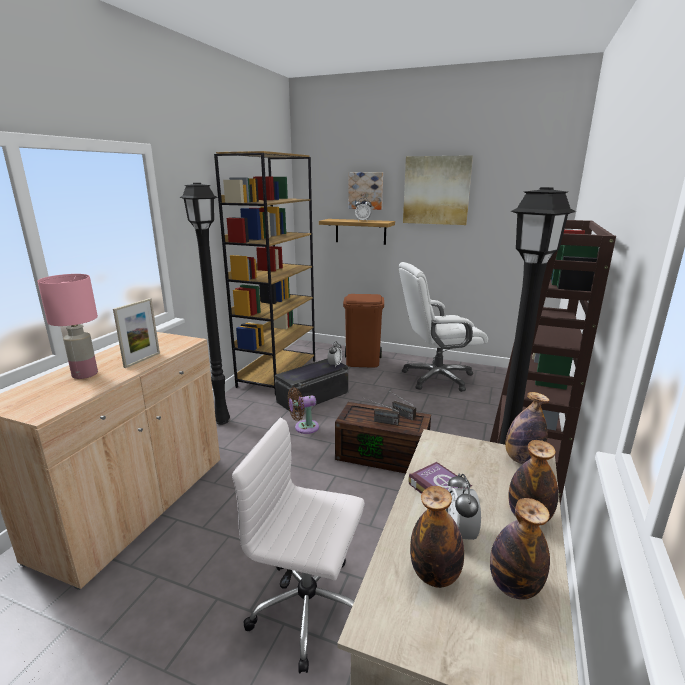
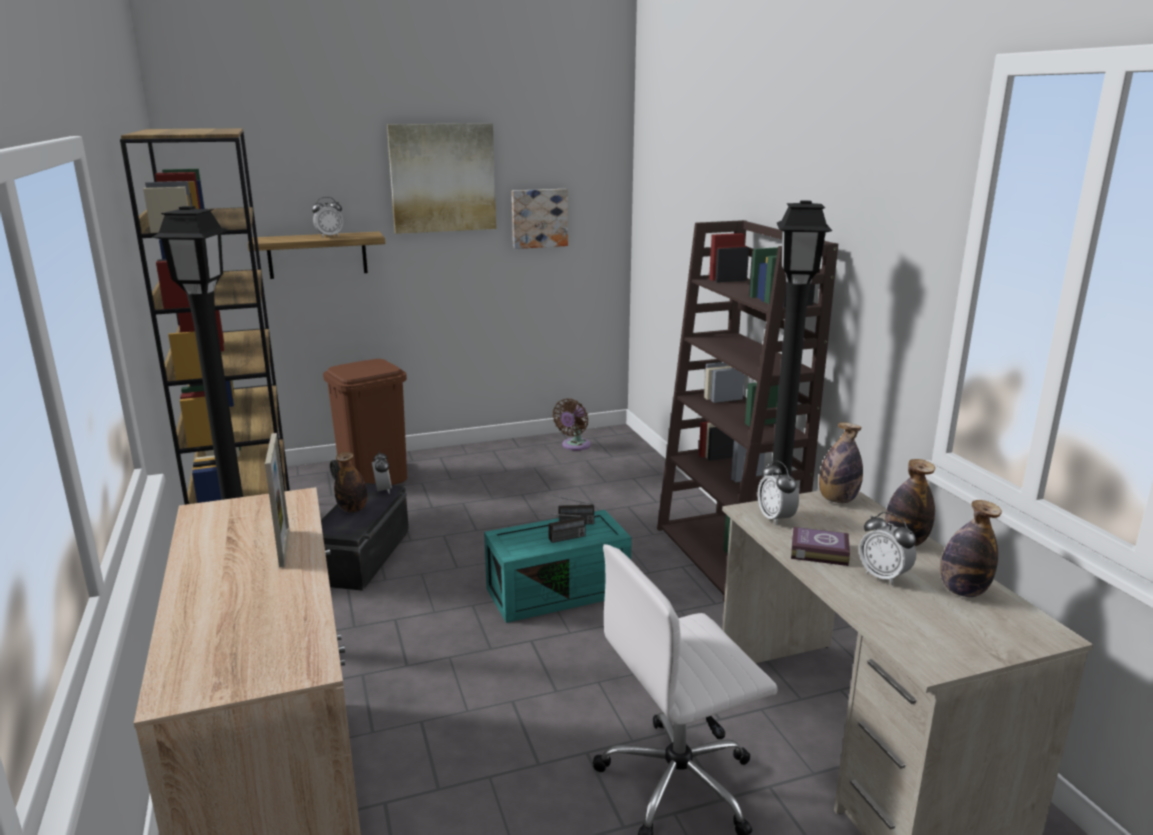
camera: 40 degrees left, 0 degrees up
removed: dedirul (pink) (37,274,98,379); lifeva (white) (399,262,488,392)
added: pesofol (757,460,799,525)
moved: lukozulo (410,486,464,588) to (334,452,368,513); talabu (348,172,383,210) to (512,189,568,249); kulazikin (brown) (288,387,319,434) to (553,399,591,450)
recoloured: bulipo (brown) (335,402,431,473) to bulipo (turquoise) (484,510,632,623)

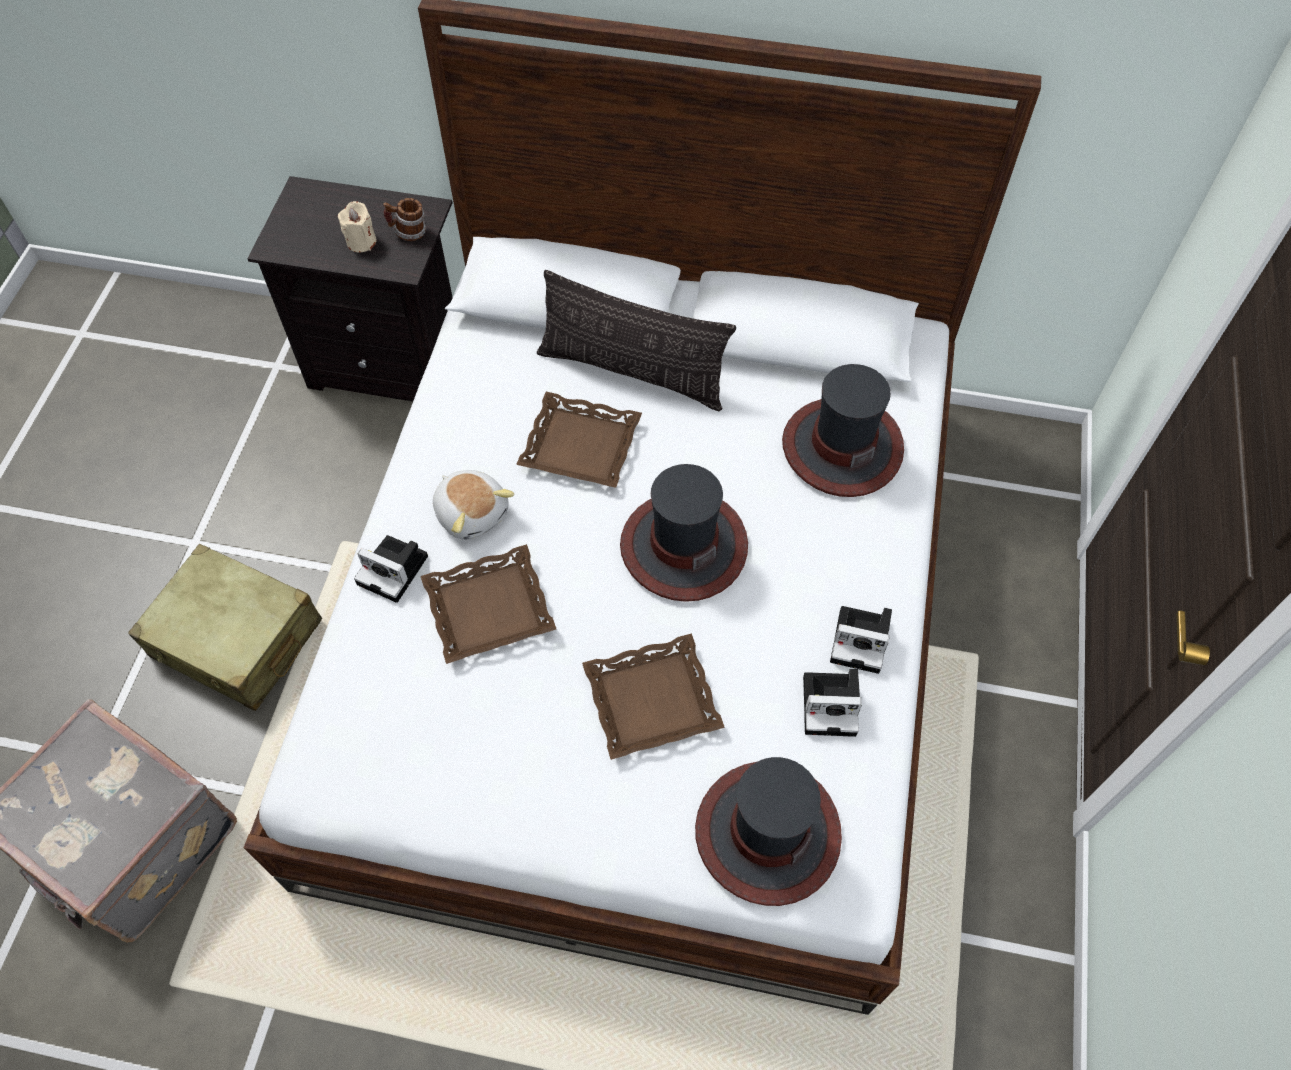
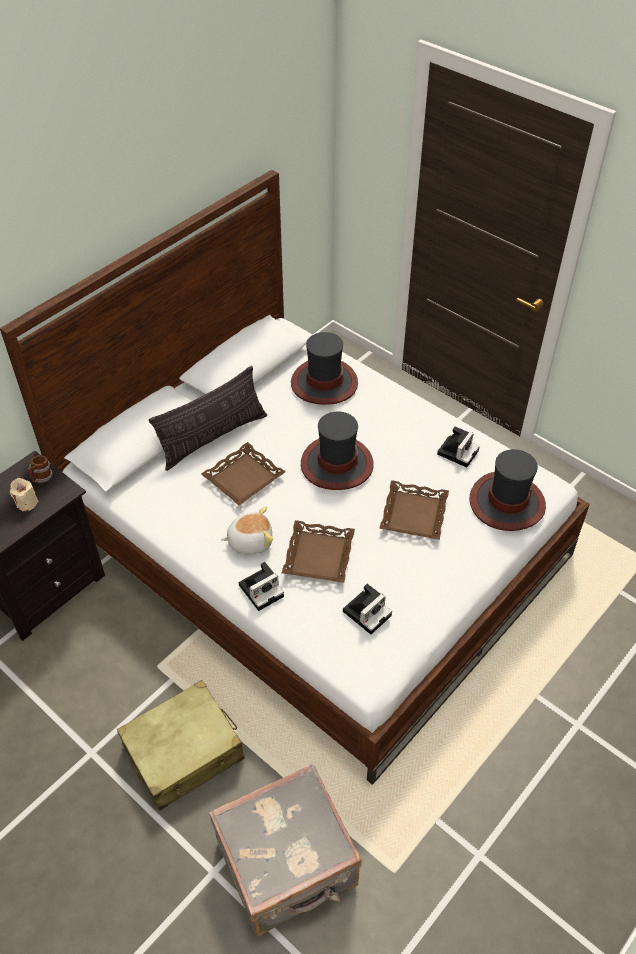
camera: 60 degrees left, 10 degrees down
moved: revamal (830,606,892,674) to (343,584,392,634)

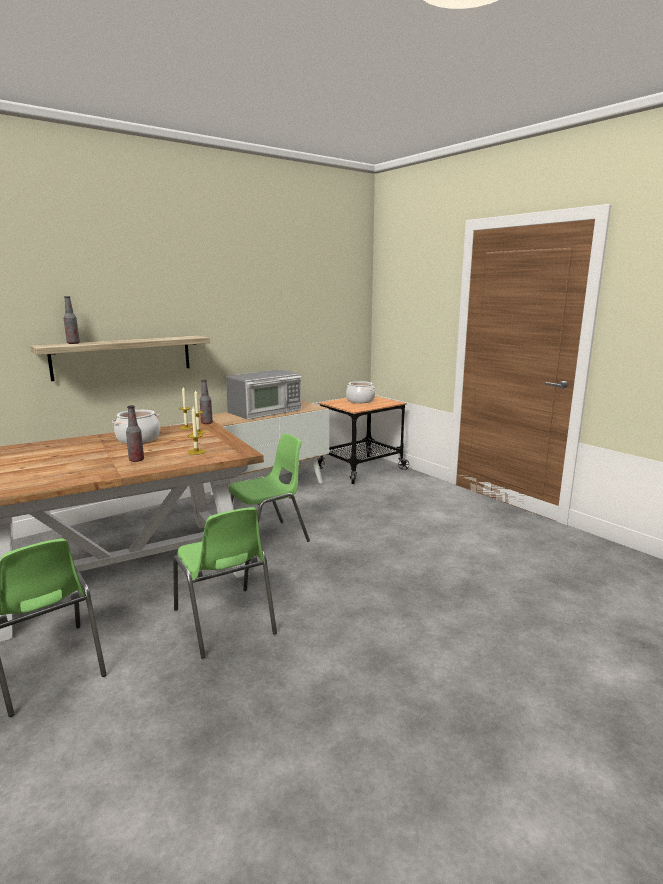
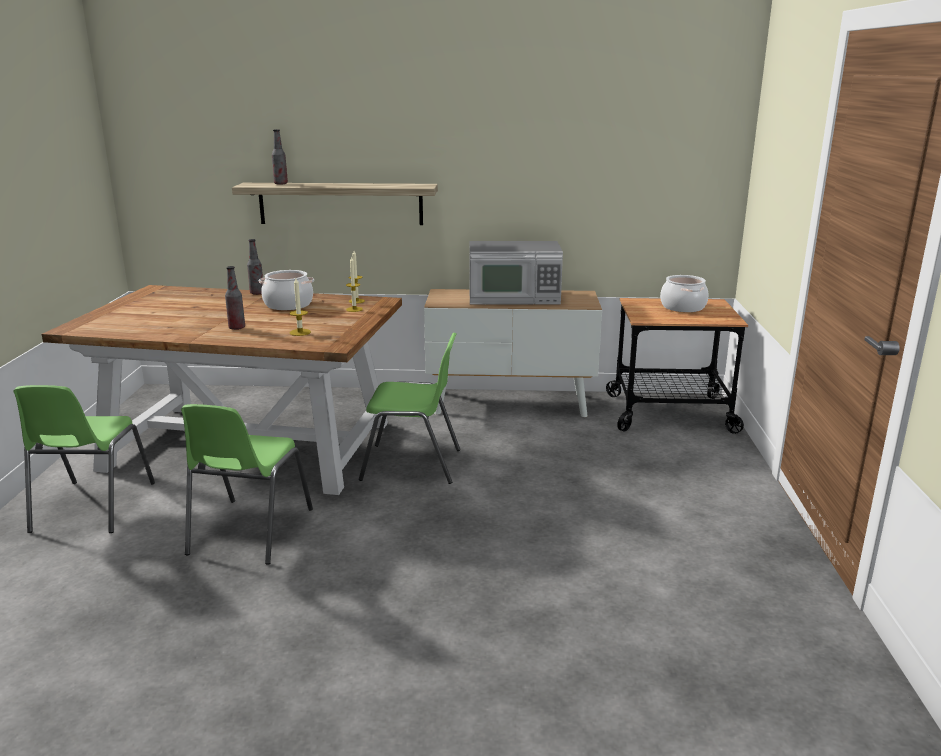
camera: 40 degrees right, 5 degrees up
moved: lukozulo (200,380,213,424) to (247,239,263,295)

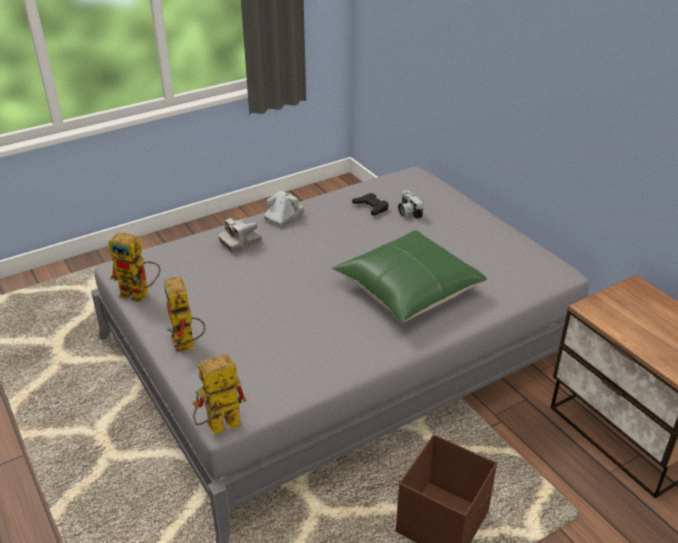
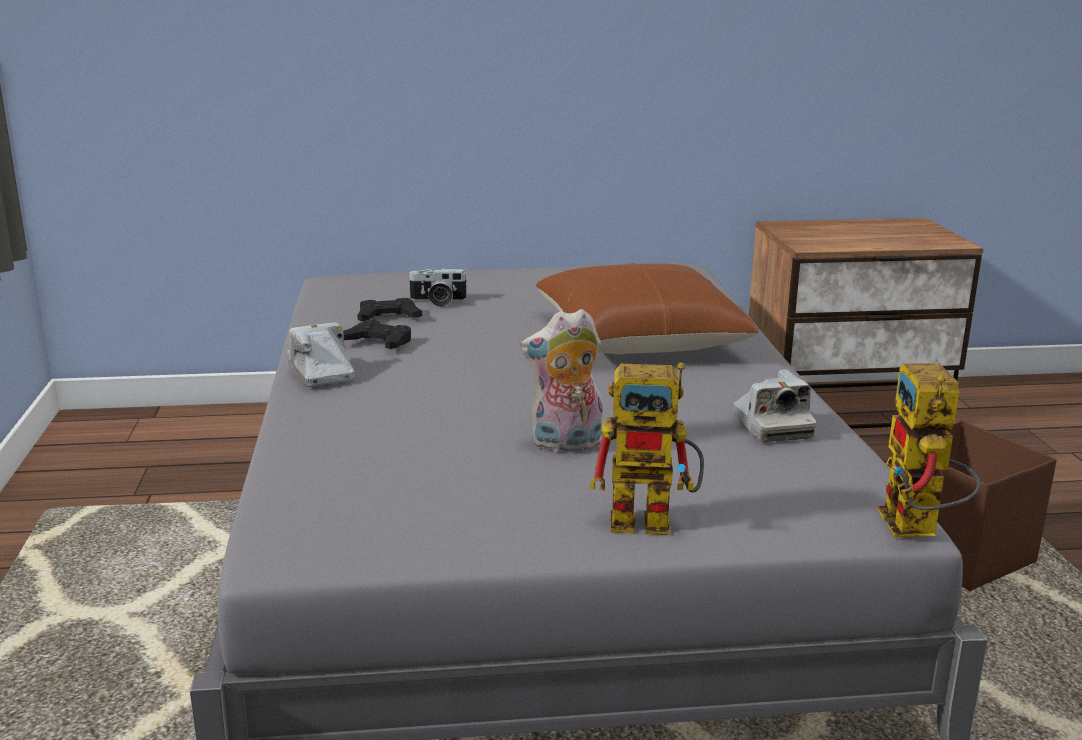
camera: 65 degrees left, 15 degrees down
removed: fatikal (108,232,161,302)
added: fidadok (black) (343,320,411,349); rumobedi (520,309,603,452)
moved: revamal (218,218,262,252) to (733,369,816,442)
recoloured: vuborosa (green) (332,230,487,323) to vuborosa (brown) (536,263,759,355)

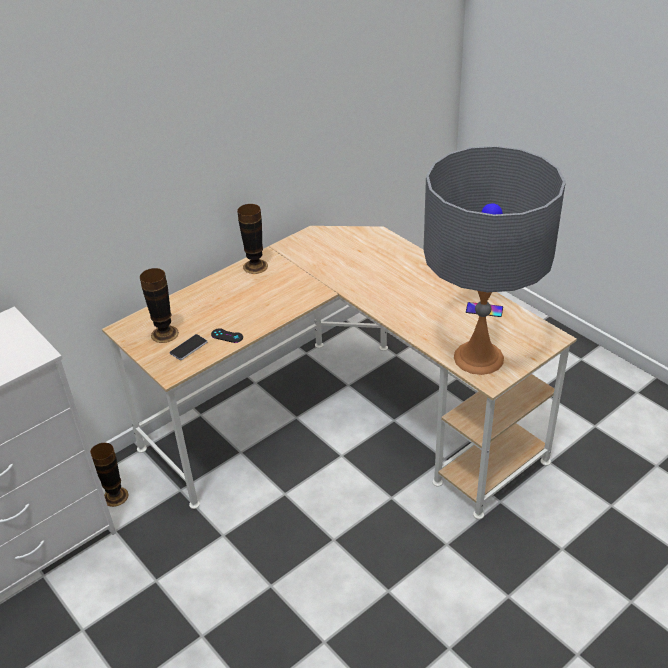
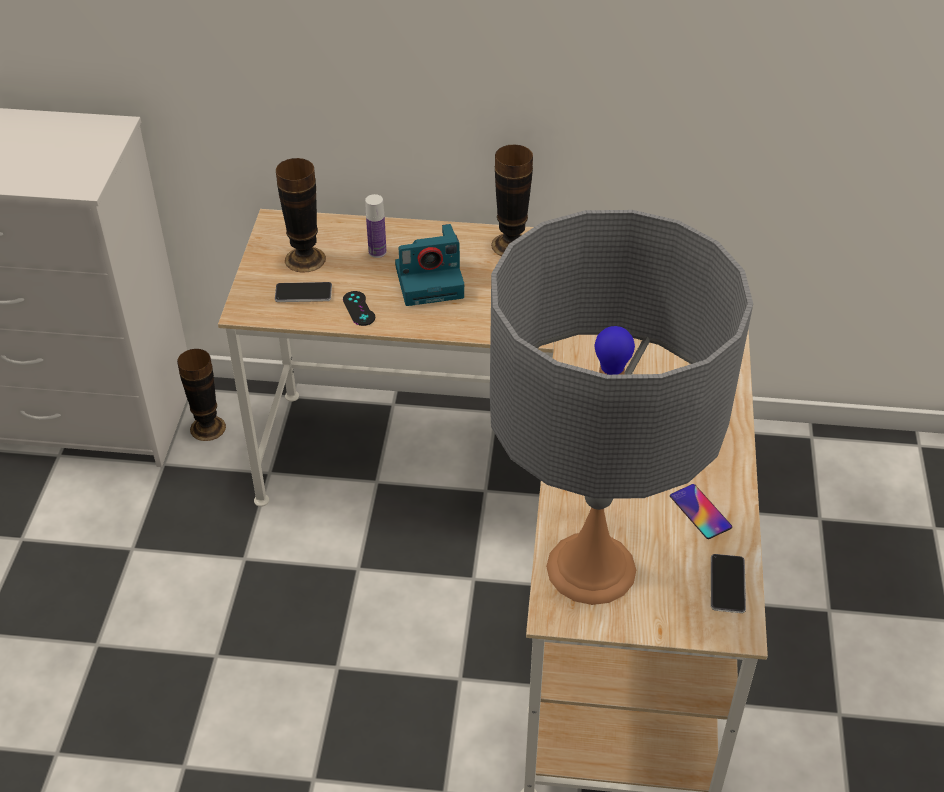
camera: 45 degrees right, 5 degrees up
added: lukozulo (365,194,387,258); revamal (395,224,464,306); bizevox (711,554,746,613)

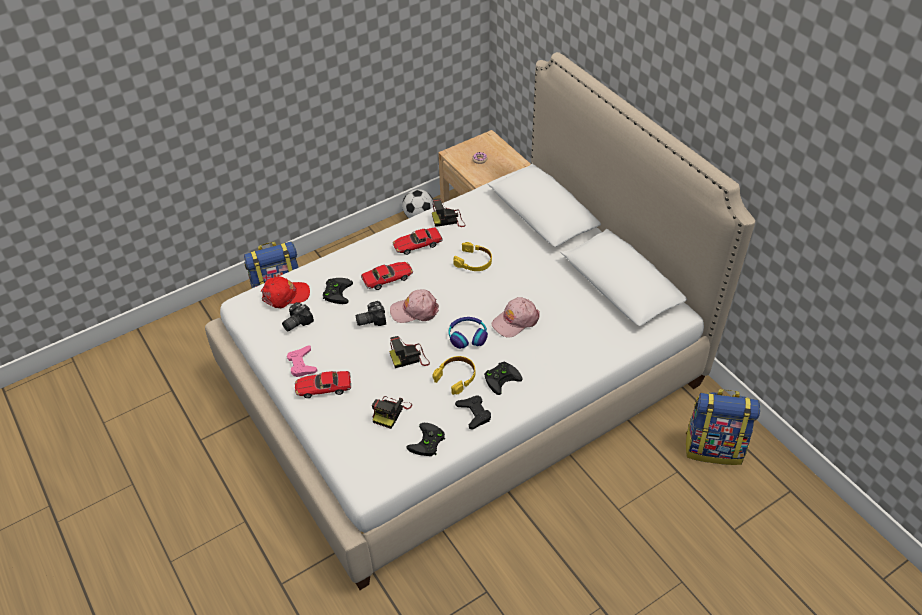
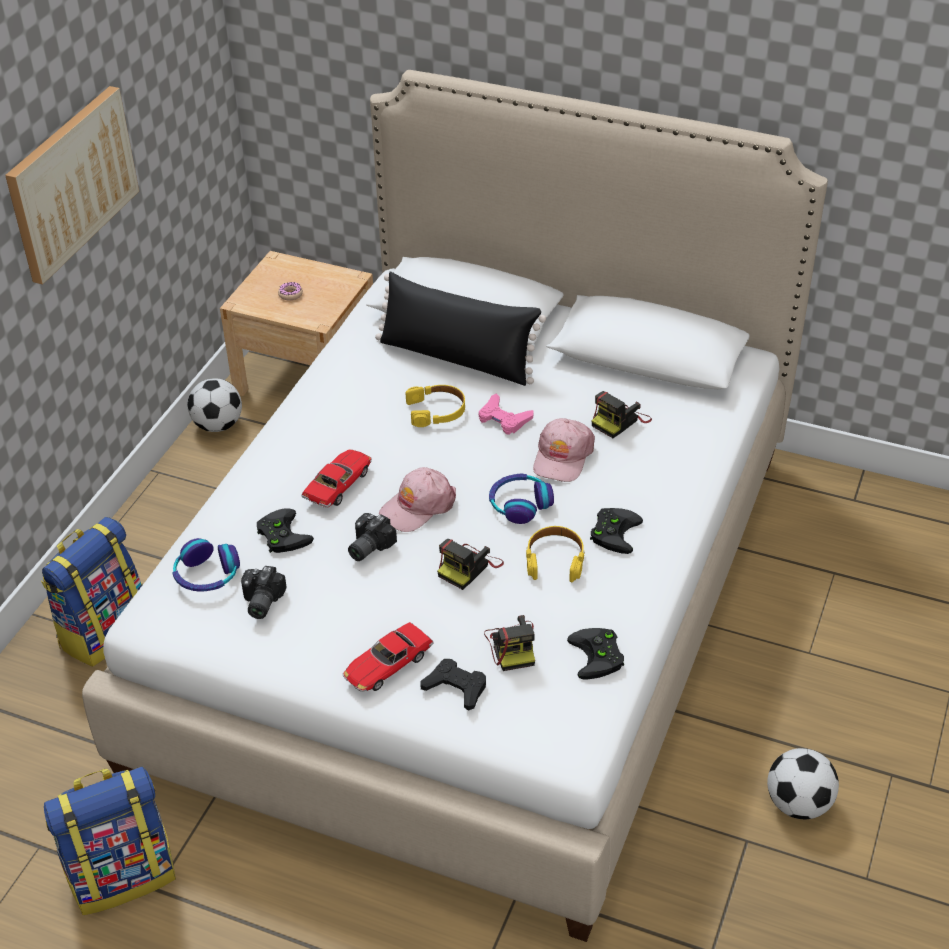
camera: 35 degrees left, 5 degrees down
removed: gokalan (393,227,443,255)
added: talabu (5,86,139,284); vuborosa (black) (375,271,546,386); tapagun (767,748,839,819)
moved: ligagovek (686,389,760,465) to (44,766,176,915); fidadok (black) (455,395,491,429) to (420,659,486,711); fidadok (pink) (287,346,317,377) to (478,393,534,435); revamal (432,198,466,227) to (591,391,652,438)
replaced: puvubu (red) (261,276,310,308) to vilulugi (173,538,240,592)

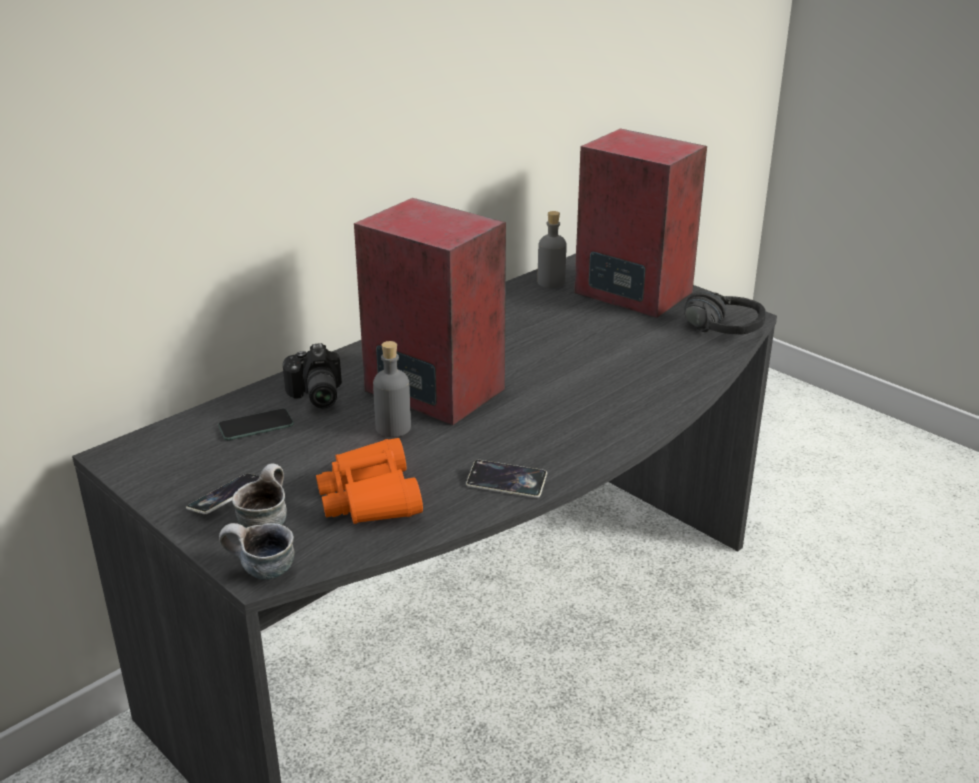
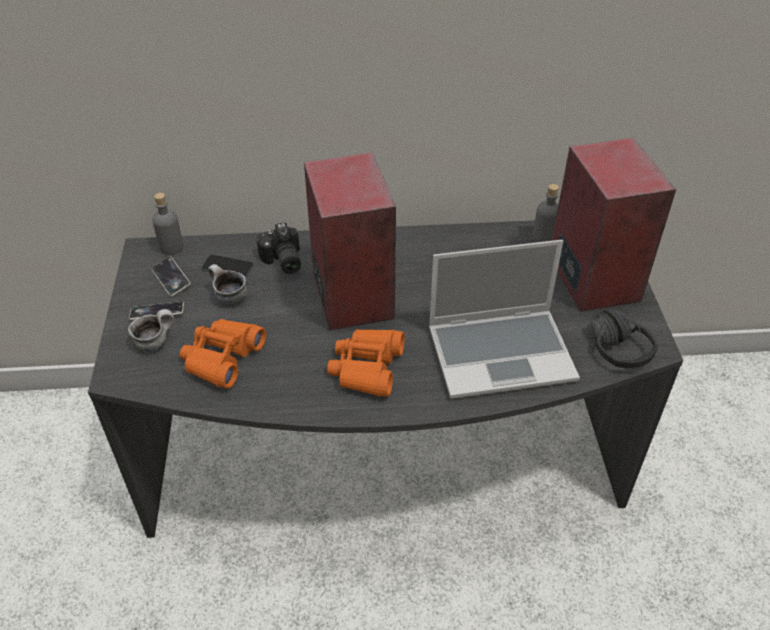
camera: 40 degrees right, 15 degrees up
added: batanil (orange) (327,329,405,397); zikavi (429,240,580,399)
moved: lukozulo (grey) (373,341,411,437) to (152,193,183,255); bizevox (466,460,547,498) to (152,257,190,297); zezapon (219,523,295,579) to (208,264,247,305)
turned: revamal (283,343,342,408) = (256,223,301,274) 45 degrees counterclockwise

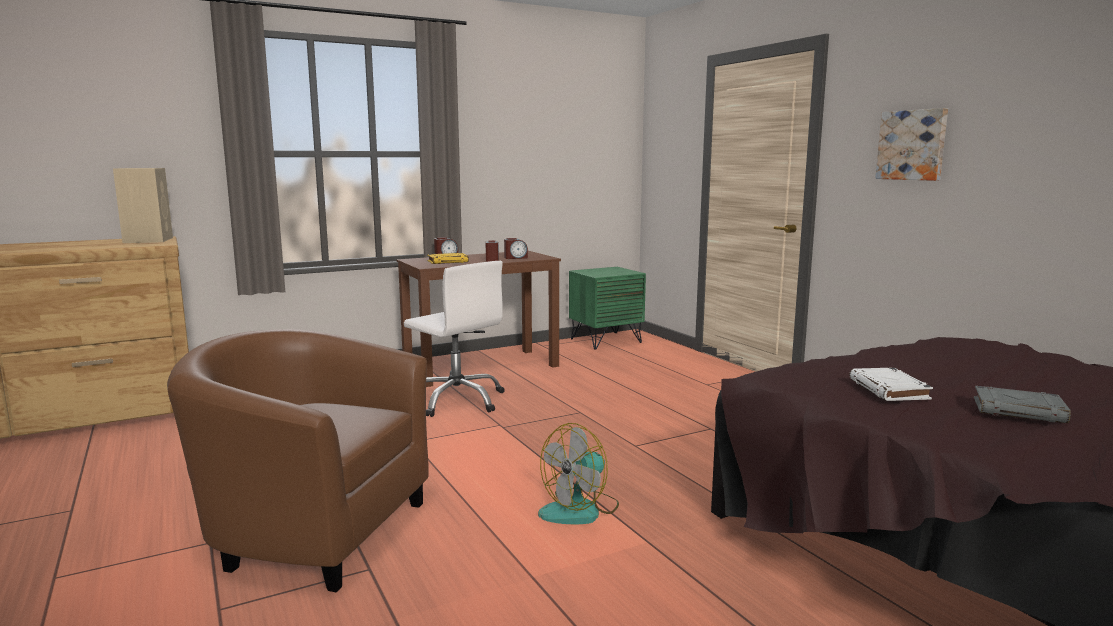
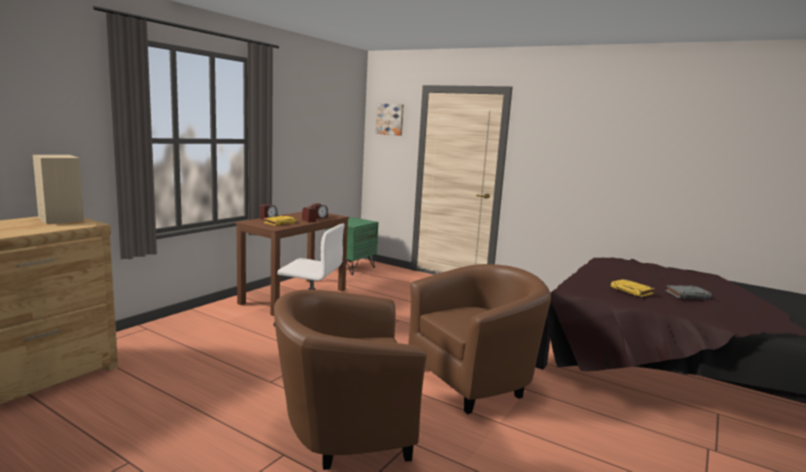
camera: 30 degrees left, 0 degrees up
moved: talabu (875,108,948,181) to (376,103,404,136)
replaced: kulazikin (538,423,619,525) to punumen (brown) (408,264,551,414)
recoloured: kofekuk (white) (849,367,933,401) to kofekuk (yellow) (610,279,655,297)

